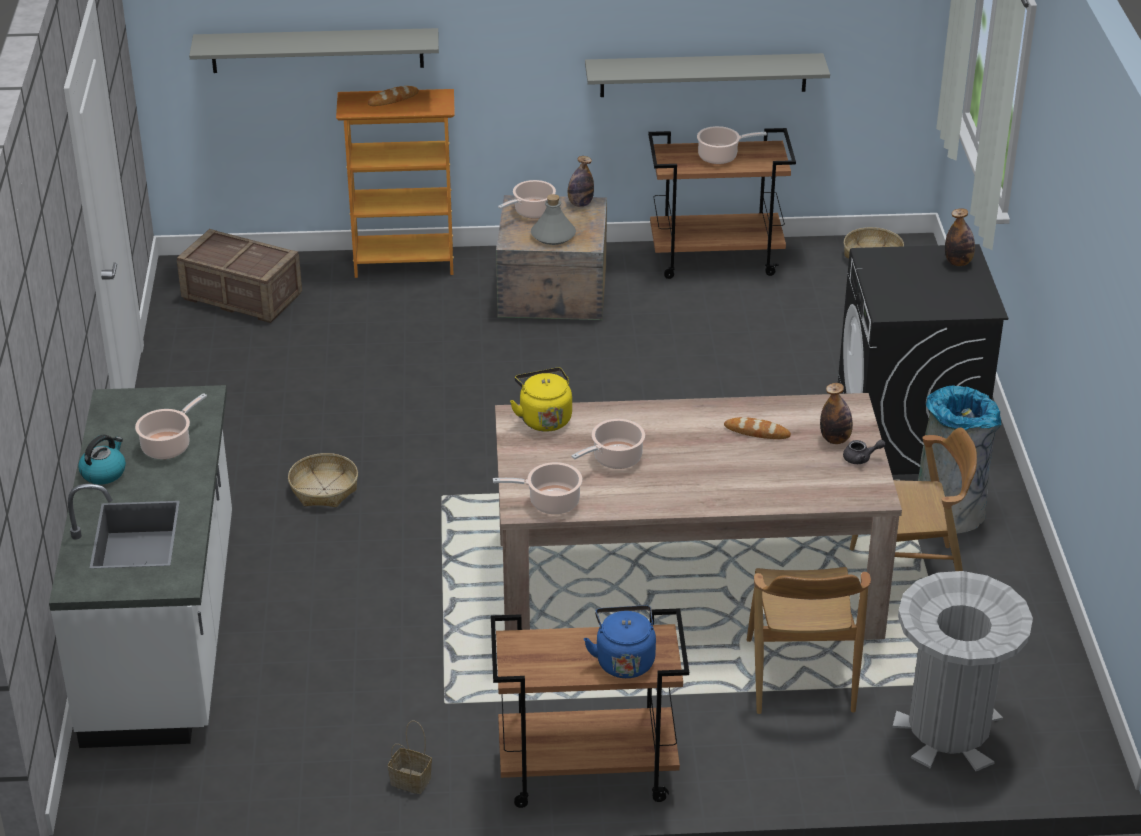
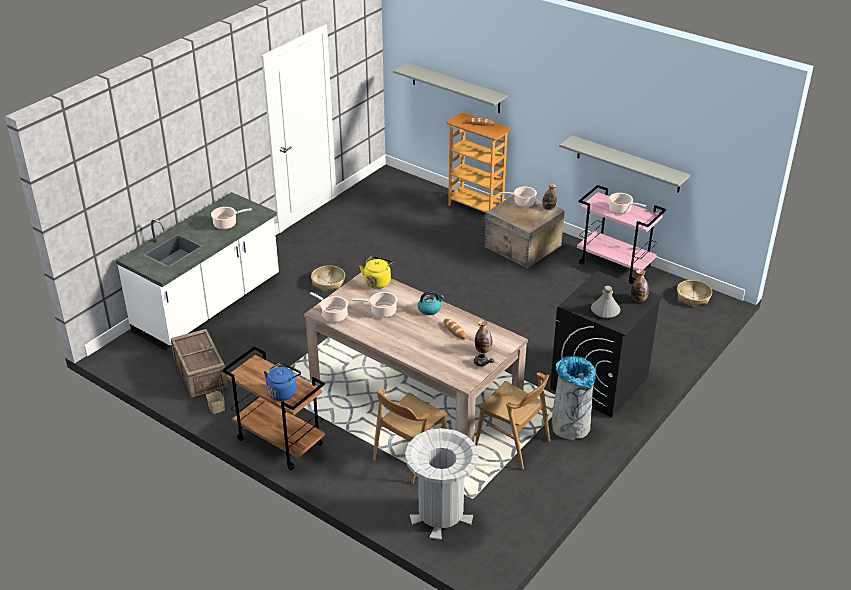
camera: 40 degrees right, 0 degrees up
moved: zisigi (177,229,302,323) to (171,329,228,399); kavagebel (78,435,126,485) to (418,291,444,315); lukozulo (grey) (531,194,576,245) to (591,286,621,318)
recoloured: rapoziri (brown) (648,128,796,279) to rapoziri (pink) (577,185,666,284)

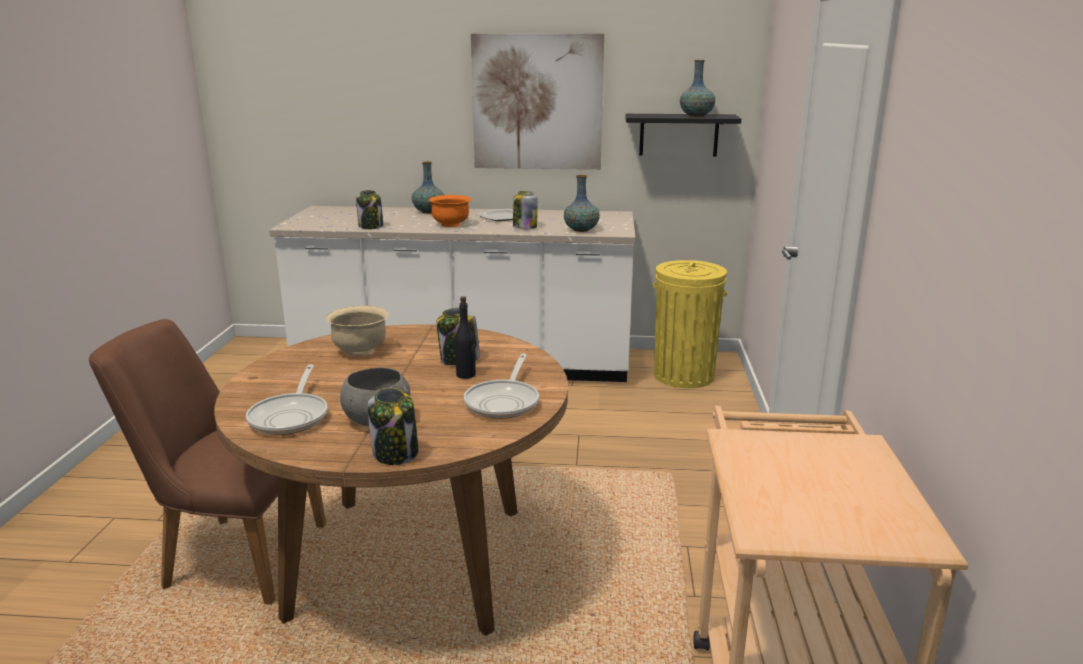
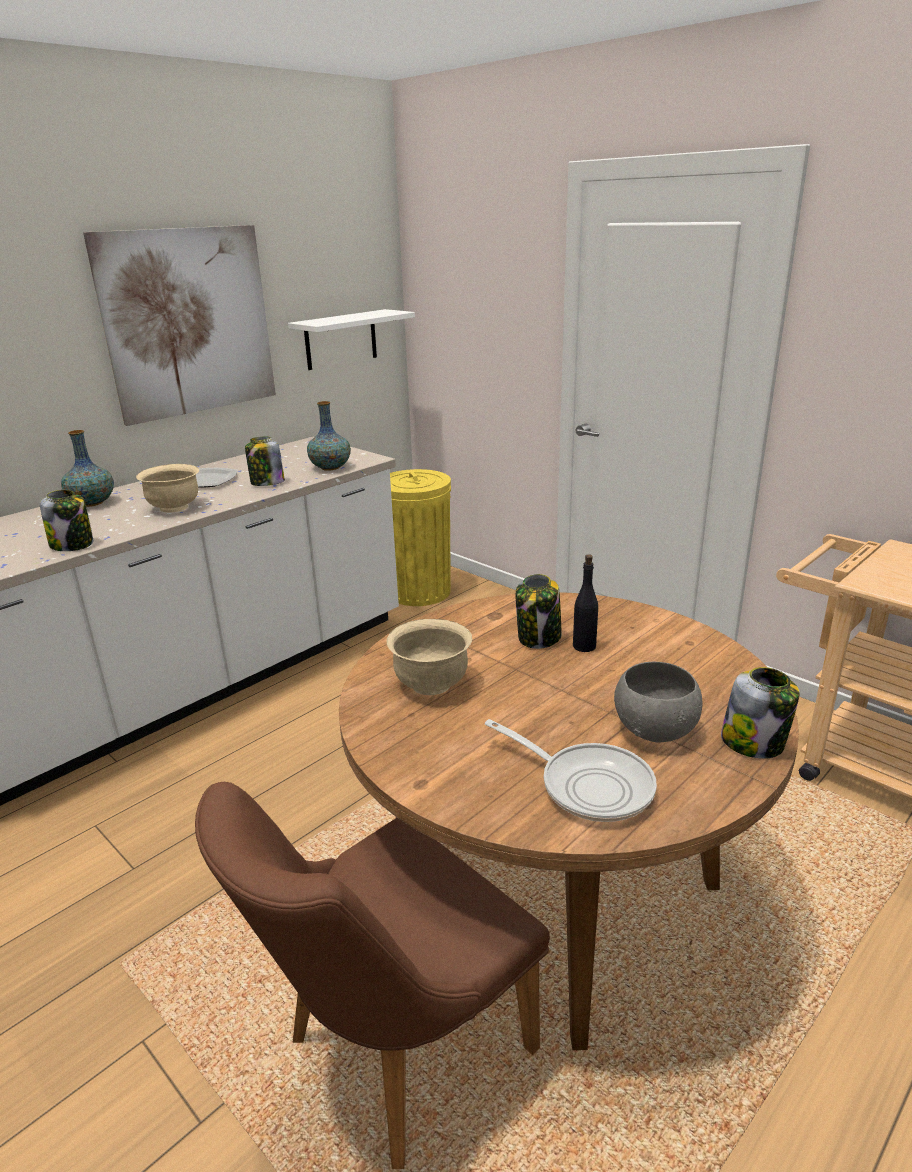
camera: 50 degrees left, 5 degrees up
removed: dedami (464,354,539,419); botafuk (680,60,715,117)
recoloured: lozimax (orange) (429,195,472,227) to lozimax (beige) (136,464,199,512); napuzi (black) (625,114,741,156) to napuzi (white) (288,309,415,370)

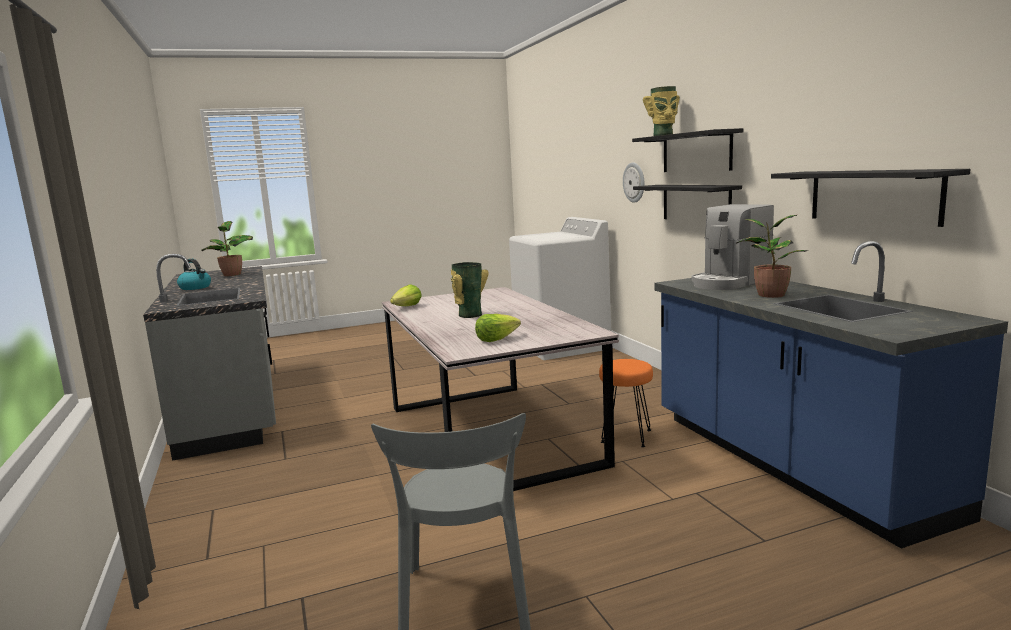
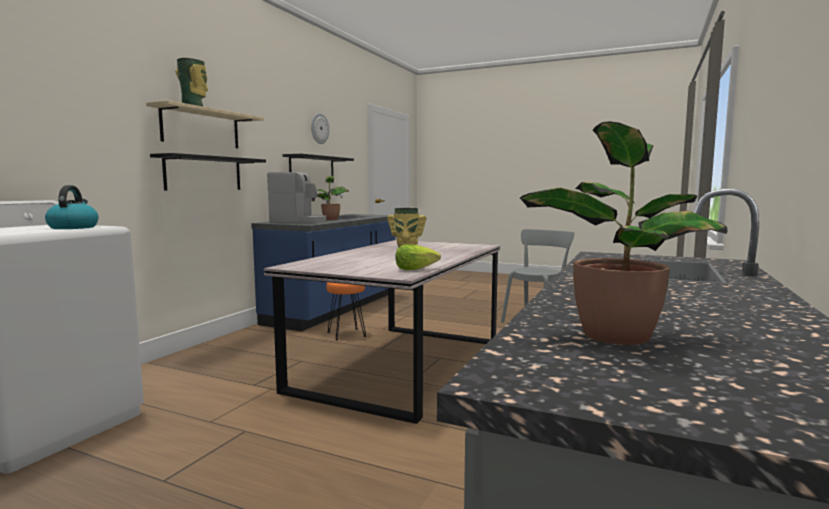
camera: 135 degrees left, 5 degrees down
removed: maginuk (475,314,521,342)
moved: kavagebel (177,259,211,290) to (45,185,99,229); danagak (623,162,644,203) to (311,113,329,144)
recoloured: napuzi (black) (632,128,744,172) to napuzi (beige) (146,100,264,148)

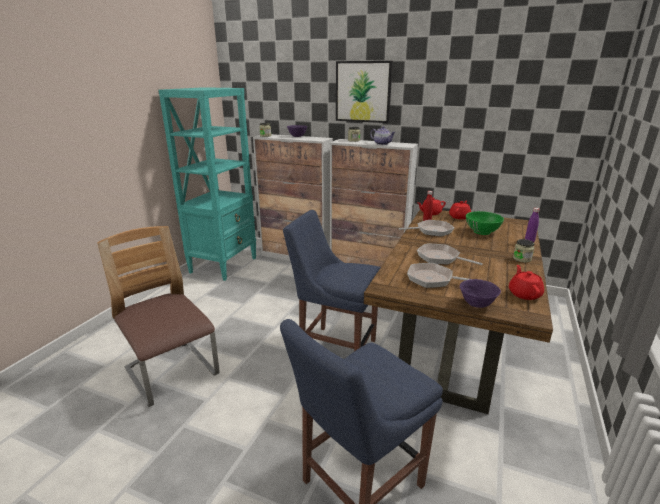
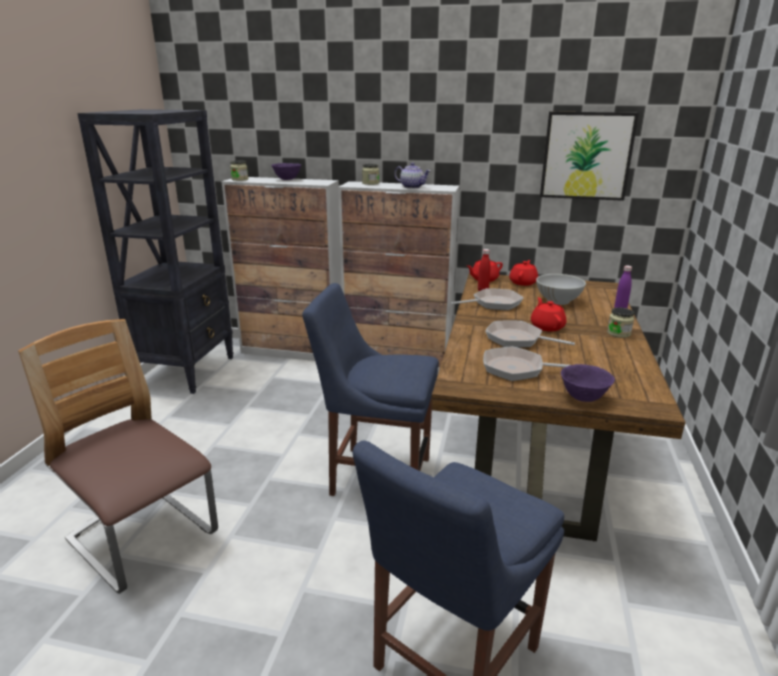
camera: 10 degrees left, 0 degrees up
moved: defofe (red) (509,265,544,300) to (531,297,566,332); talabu (336,61,393,123) to (540,112,639,201)
recoloured: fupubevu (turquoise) (158,87,256,281) to fupubevu (black) (77,109,233,394); lozimax (green) (466,211,504,235) to lozimax (white) (536,274,586,305)

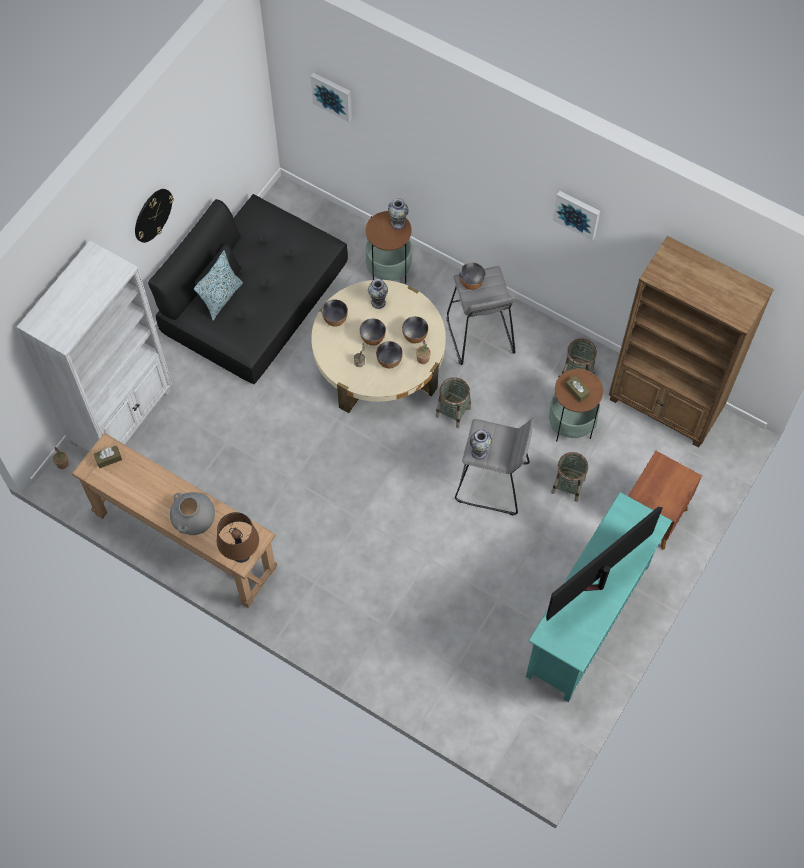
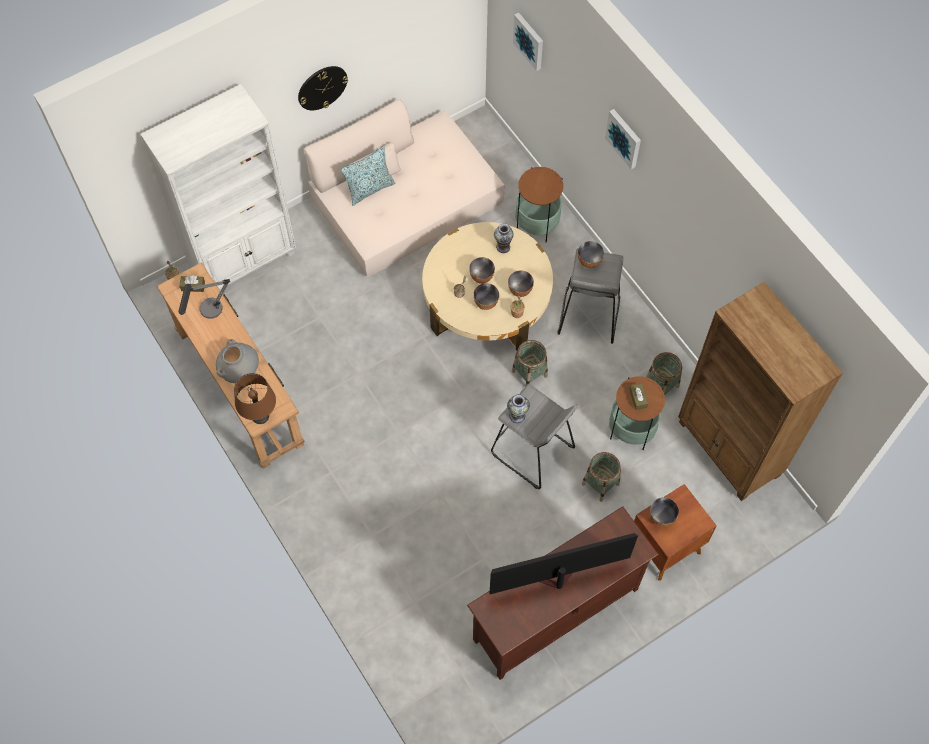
camera: 25 degrees right, 0 degrees up
removed: botafuk (388,198,409,229)
added: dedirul (179,279,230,319)
moved: talabu (553,191,600,241) to (605,109,641,169); lozimax (322,299,348,326) to (650,497,679,527)
recoloured: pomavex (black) (148,194,348,384) to pomavex (beige) (304,99,505,277); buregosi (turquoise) (526,492,672,702) to buregosi (brown) (467,506,659,680)

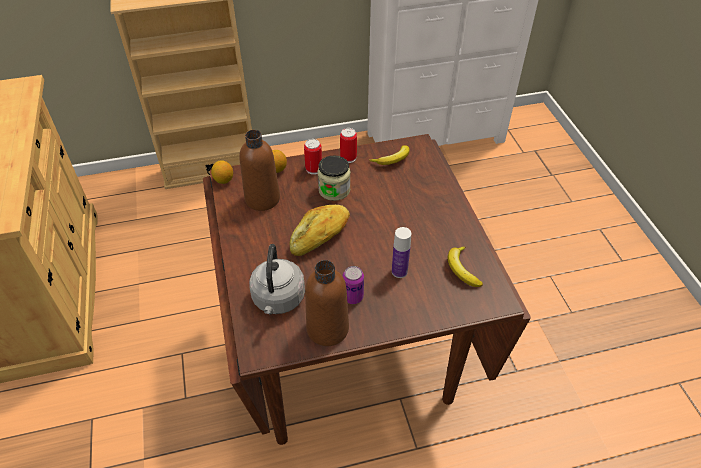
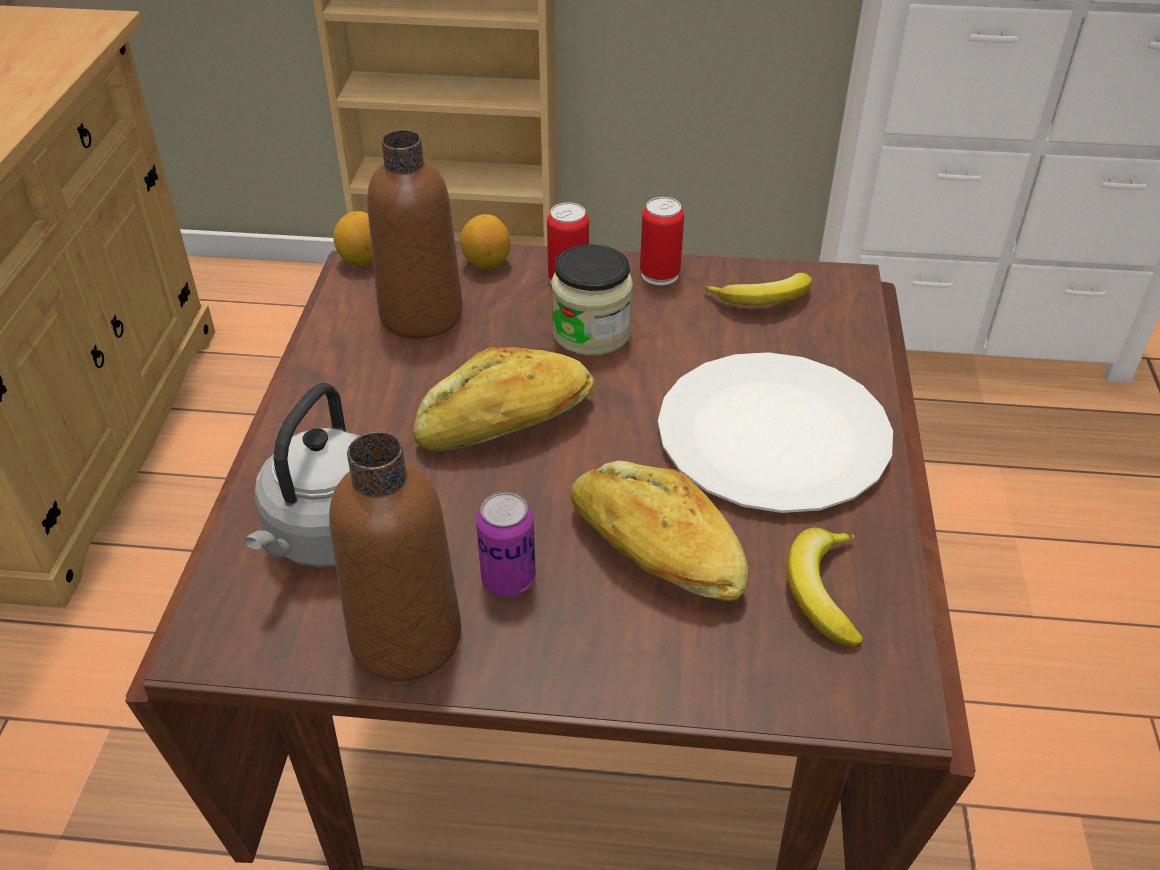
camera: 20 degrees right, 5 degrees down
added: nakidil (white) (658,352,893,513)
replaced: lukozulo (392,227,411,278) to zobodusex (571,460,748,601)

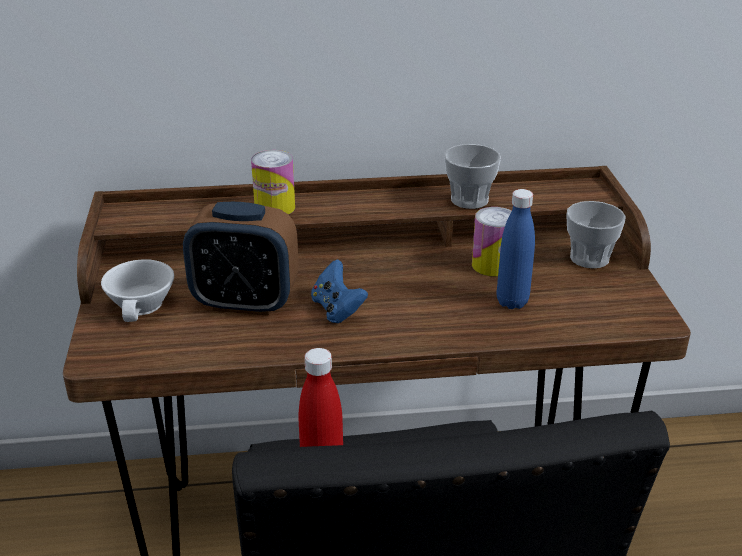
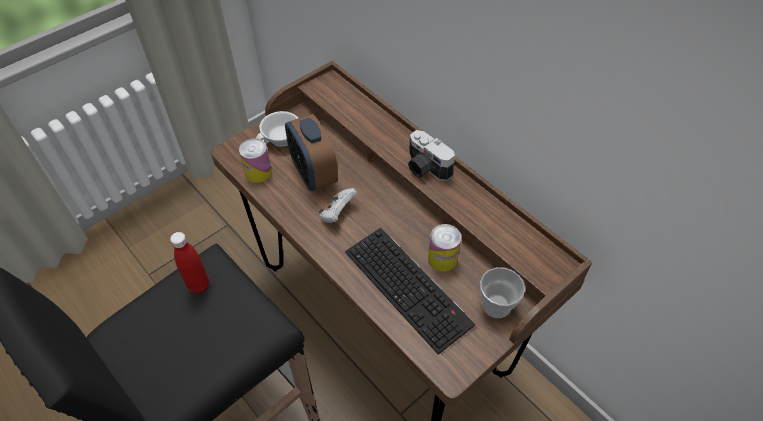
camera: 55 degrees right, 20 degrees up
removed: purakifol (444,144,501,209)
added: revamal (408,130,455,181)
moved: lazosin (251,150,295,215) to (239,138,272,183)
replaced: lukozulo (blue) (497,189,535,309) to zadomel (345,228,475,355)
recoloured: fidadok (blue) (311,259,368,323) to fidadok (white) (319,188,357,223)

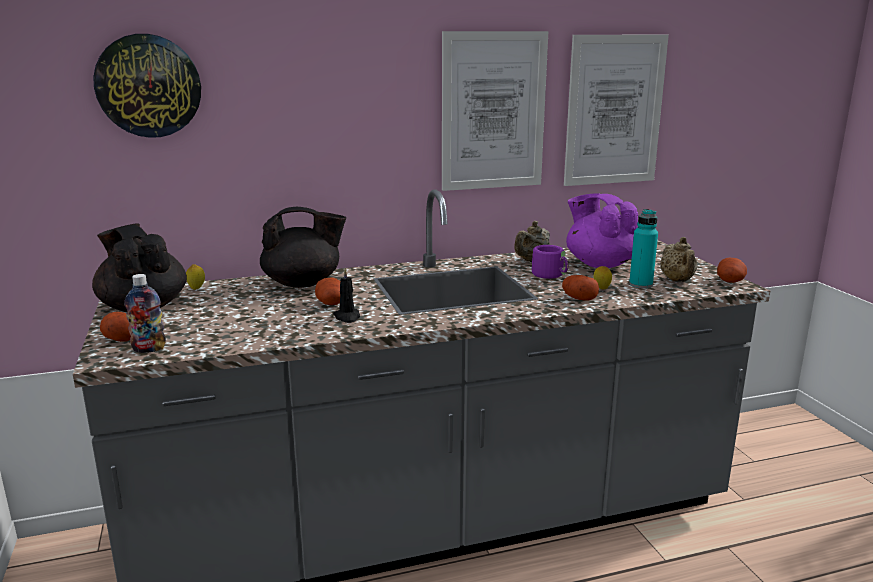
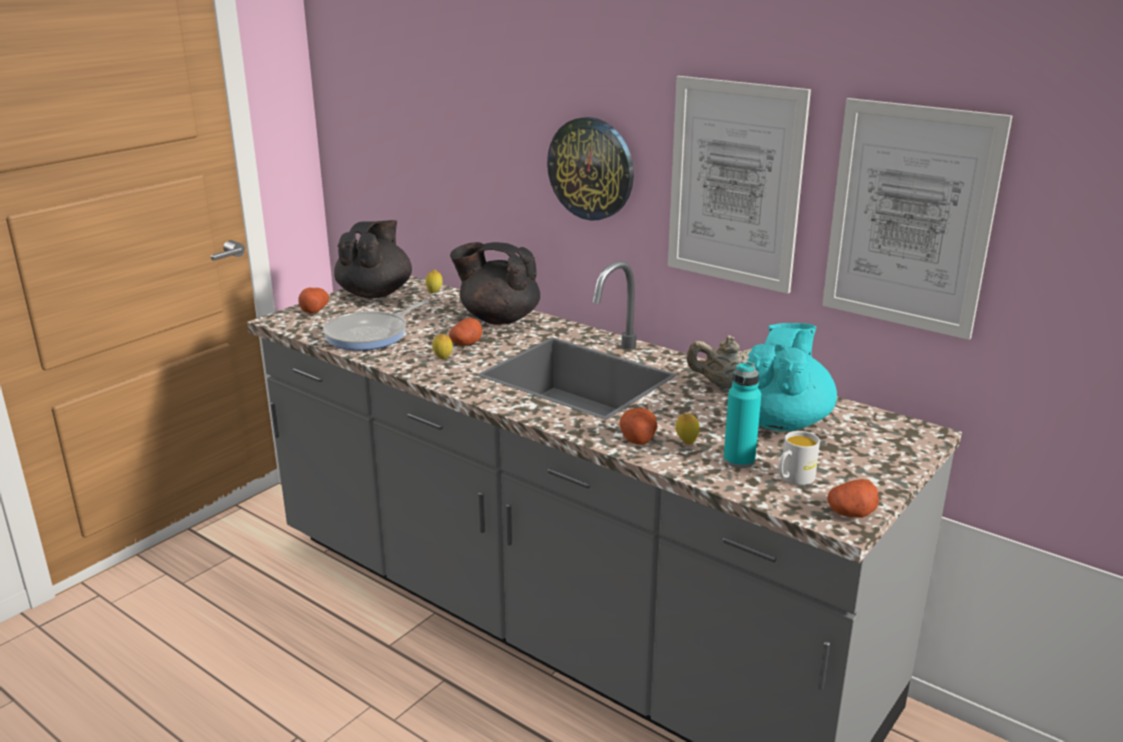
camera: 55 degrees right, 5 degrees up
removed: lukozulo (125,274,166,353); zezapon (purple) (532,245,568,279)
added: dedami (323,301,429,350)
moved: danagak (93,34,201,138) to (547,117,634,221)
replaced: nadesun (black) (333,268,360,323) to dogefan (432,334,453,359); defofe (beige) (660,237,697,282) to zezapon (white) (779,431,820,485)
recoloured: defofe (purple) (566,193,638,268) to defofe (turquoise) (732,323,837,431)
turned: defofe (black) (260,207,346,288) = (450,242,540,325) 150 degrees clockwise

